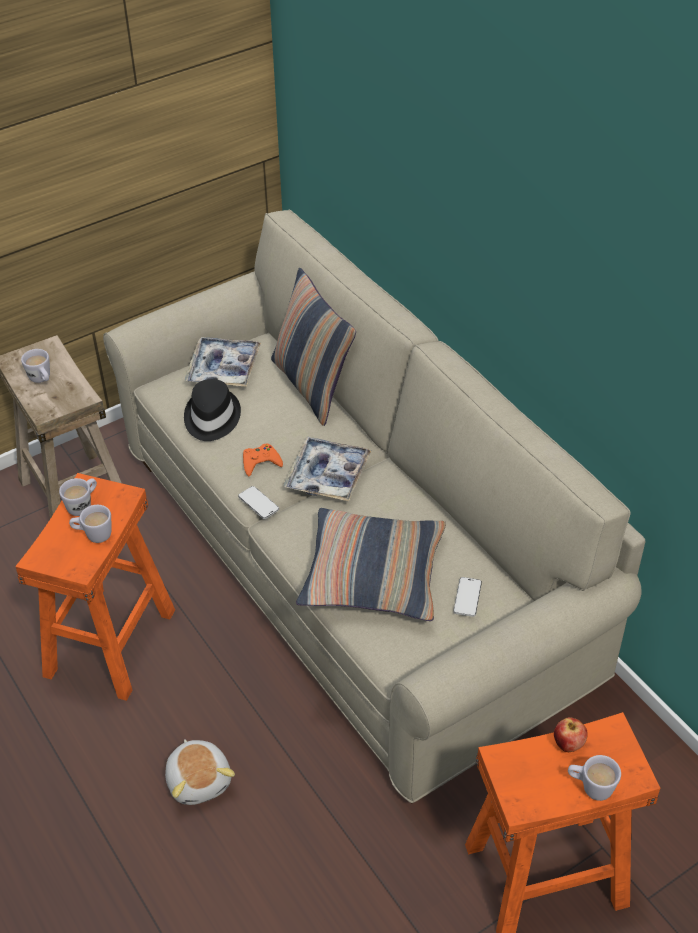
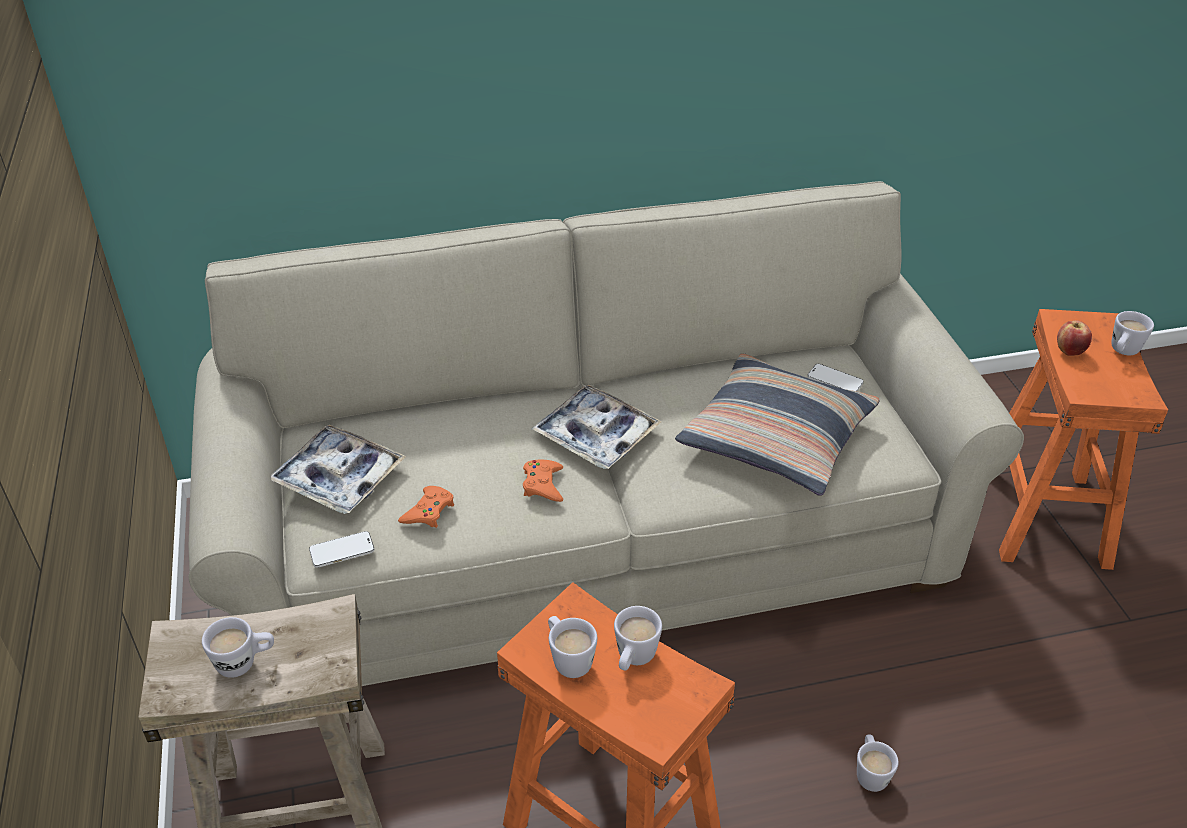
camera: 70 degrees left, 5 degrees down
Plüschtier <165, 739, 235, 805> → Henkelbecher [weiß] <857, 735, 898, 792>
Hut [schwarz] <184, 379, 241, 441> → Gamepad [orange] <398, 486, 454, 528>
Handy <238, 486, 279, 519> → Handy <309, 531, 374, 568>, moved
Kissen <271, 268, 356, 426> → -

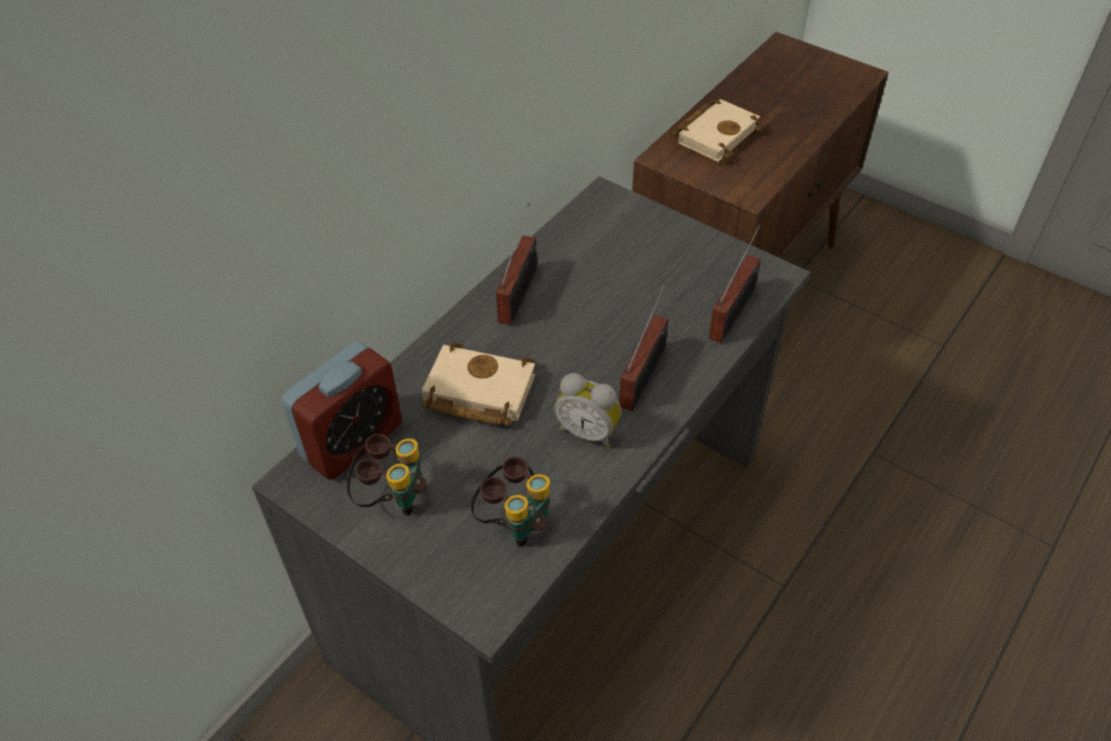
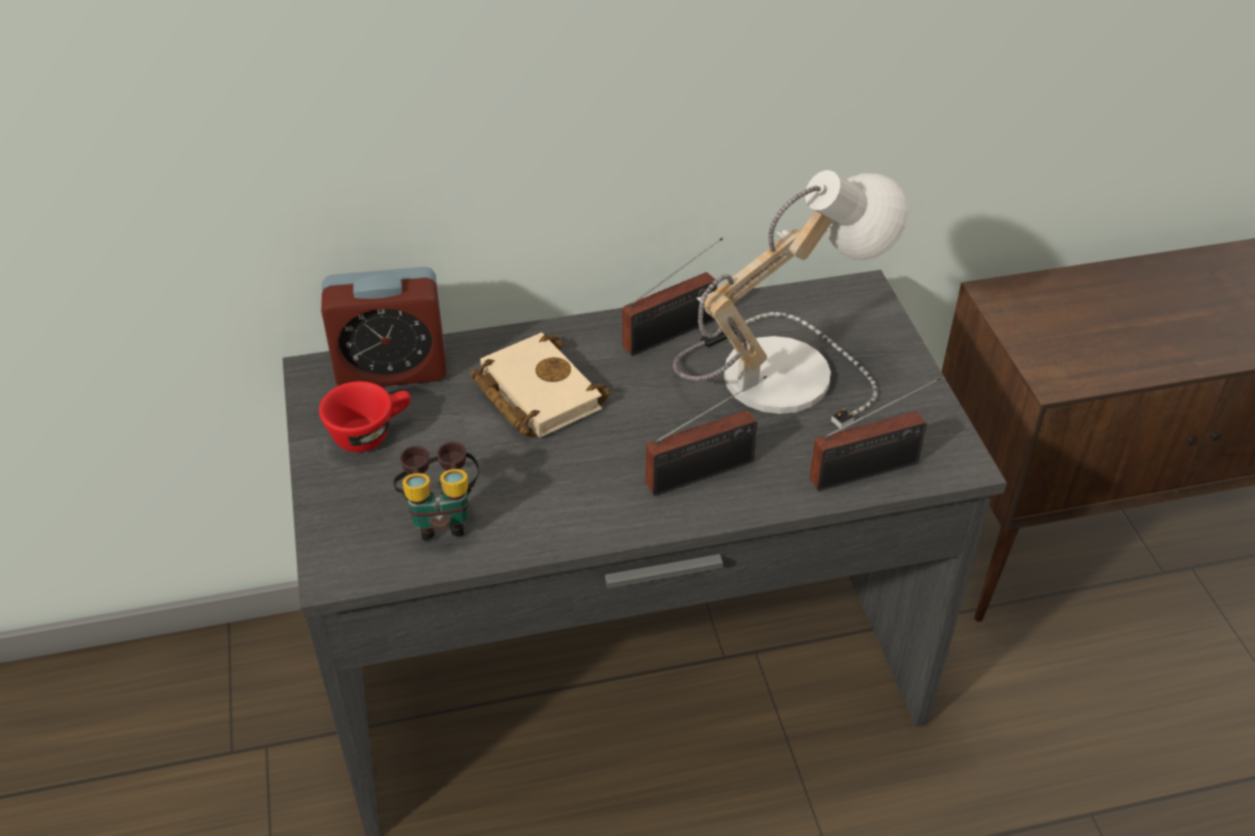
camera: 40 degrees right, 5 degrees down
Fernglas <347, 434, 427, 515> → Tasse [rot] <319, 381, 411, 452>
Wecker <554, 373, 621, 448> → -
Buch [beige] <673, 99, 765, 162> → -
- → Tischlampe <673, 170, 909, 428>

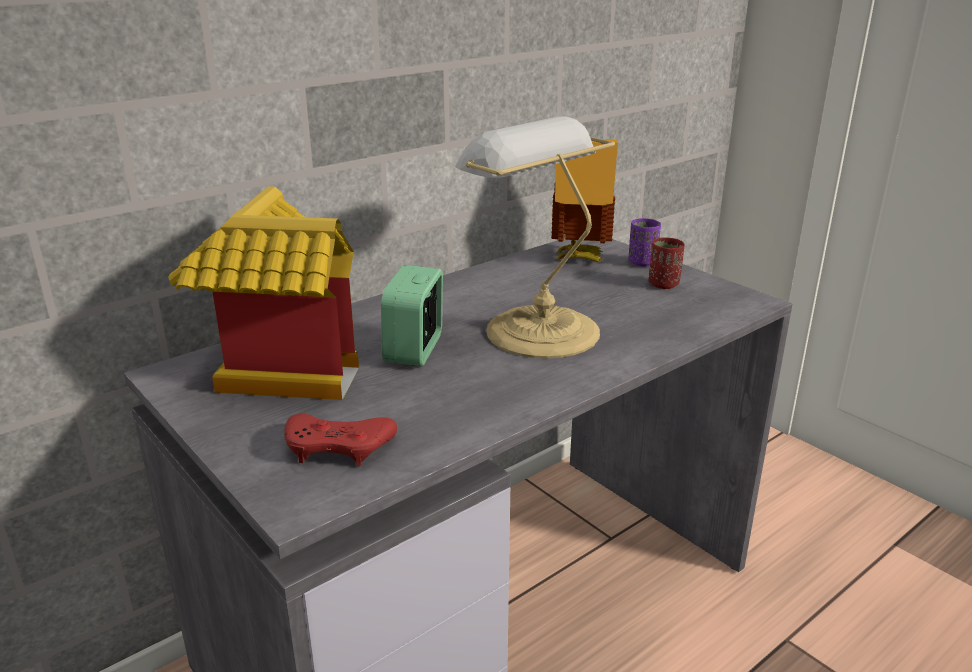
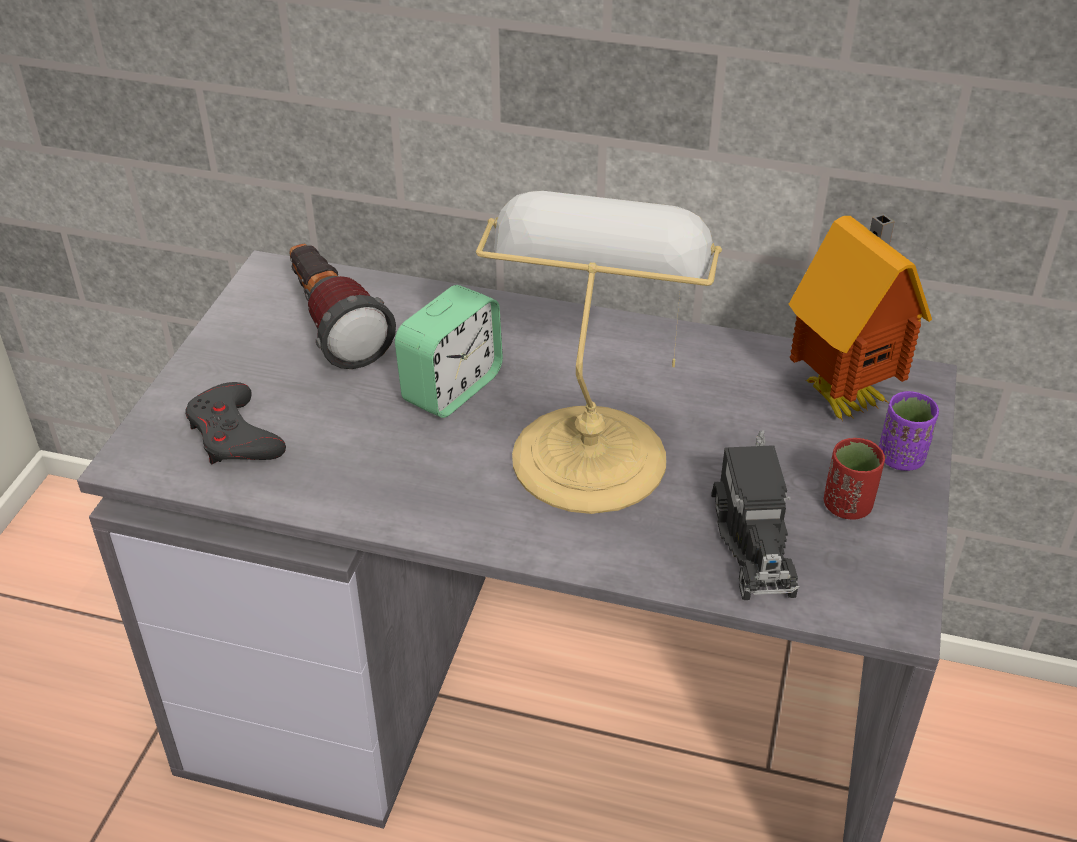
camera: 55 degrees right, 15 degrees up
Spielzeughaus <168, 186, 359, 400> → Taschenlampe <289, 244, 396, 369>
Gamepad [rot] <285, 414, 397, 466> → Gamepad [grau] <185, 382, 286, 464>
Wecker <381, 265, 443, 366> → Wecker <395, 285, 503, 418>, 150 degrees clockwise
- → Spielzeuglaster <711, 430, 799, 600>

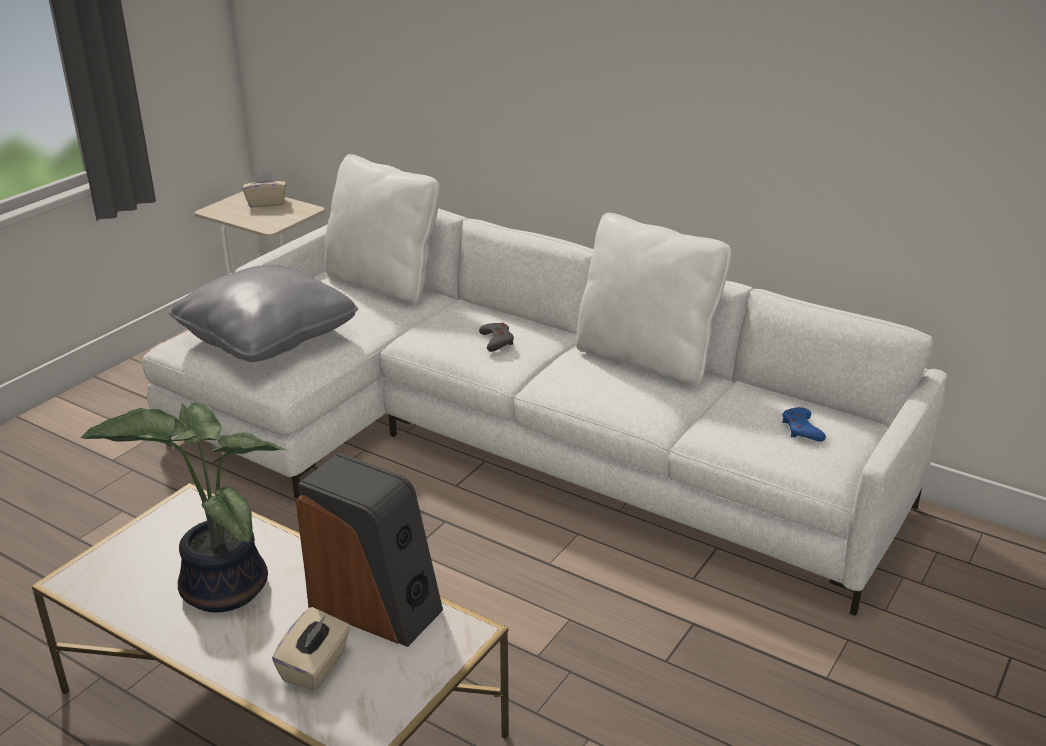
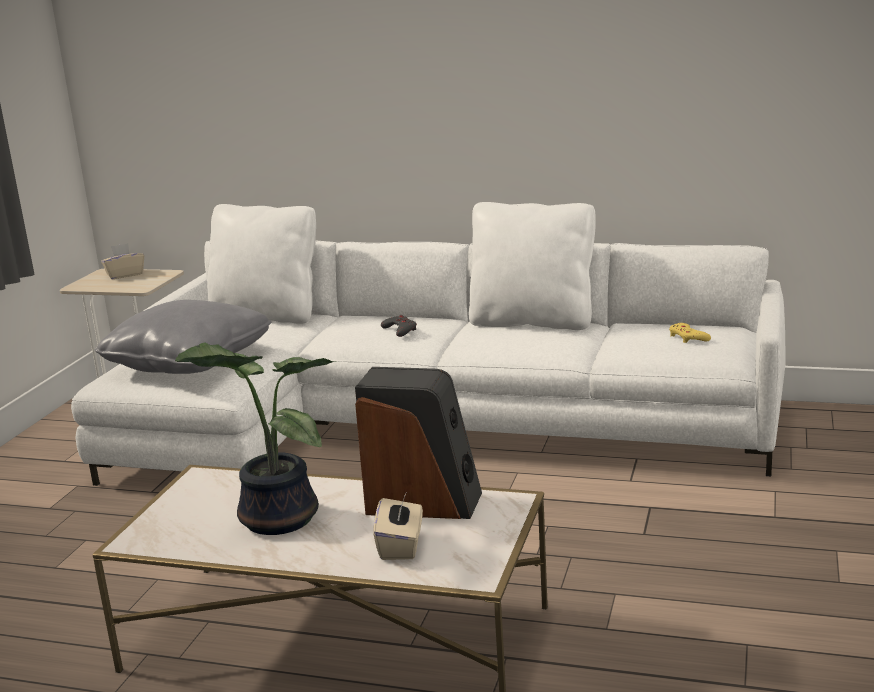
camera: 15 degrees left, 10 degrees down
Gamepad [blau] <782, 407, 826, 442> → Gamepad [gelb] <669, 323, 711, 343>

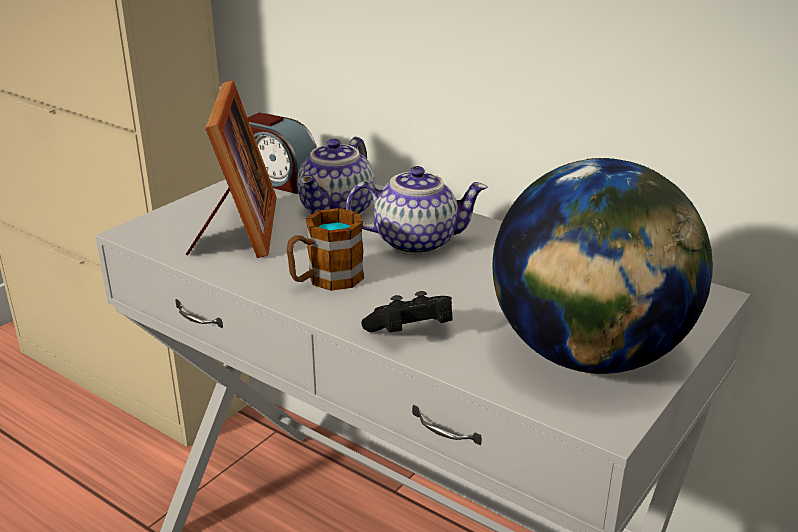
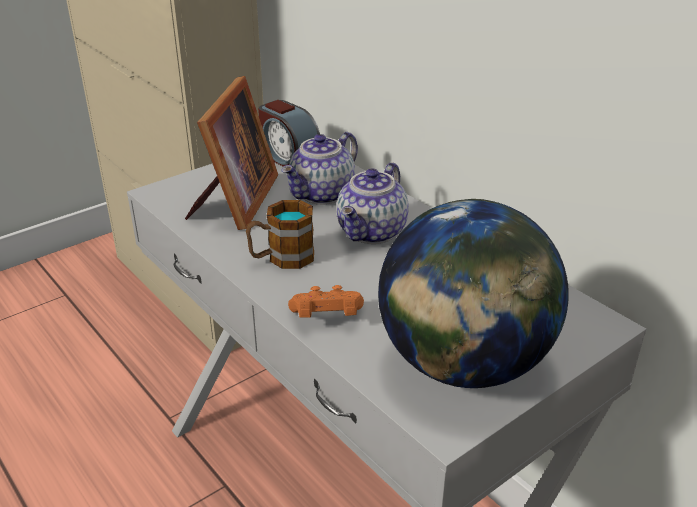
camera: 15 degrees right, 5 degrees up
Teekanne <346, 166, 488, 255> → Teekanne <337, 162, 409, 244>, 105 degrees clockwise
Gamepad [schwarz] <361, 291, 453, 332> → Gamepad [orange] <288, 285, 364, 318>

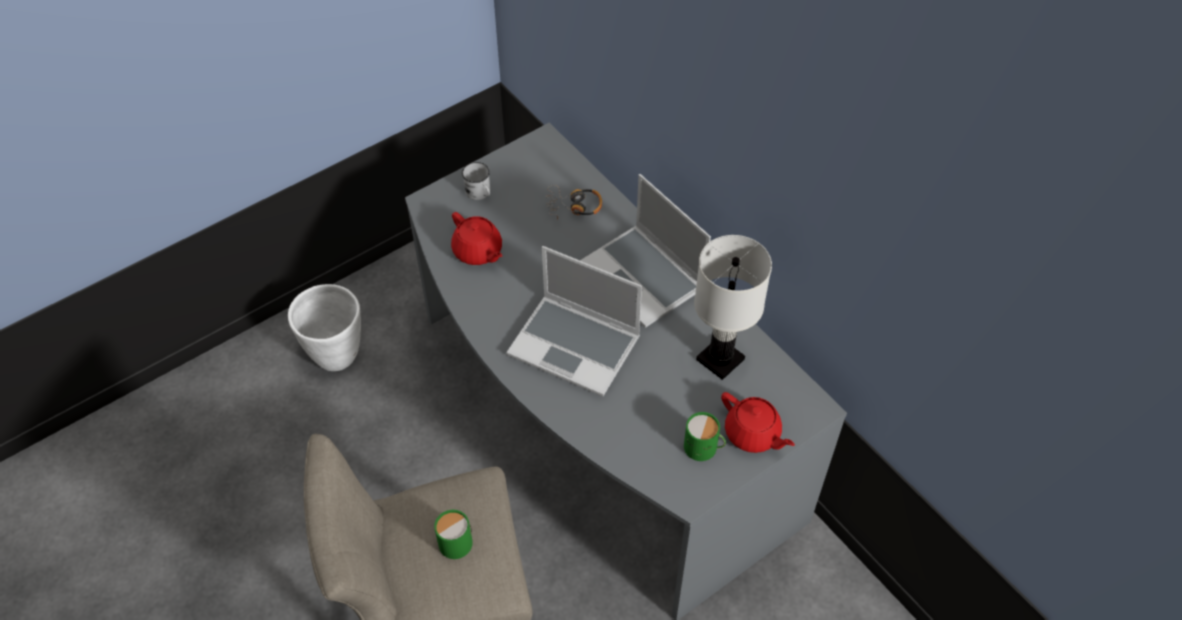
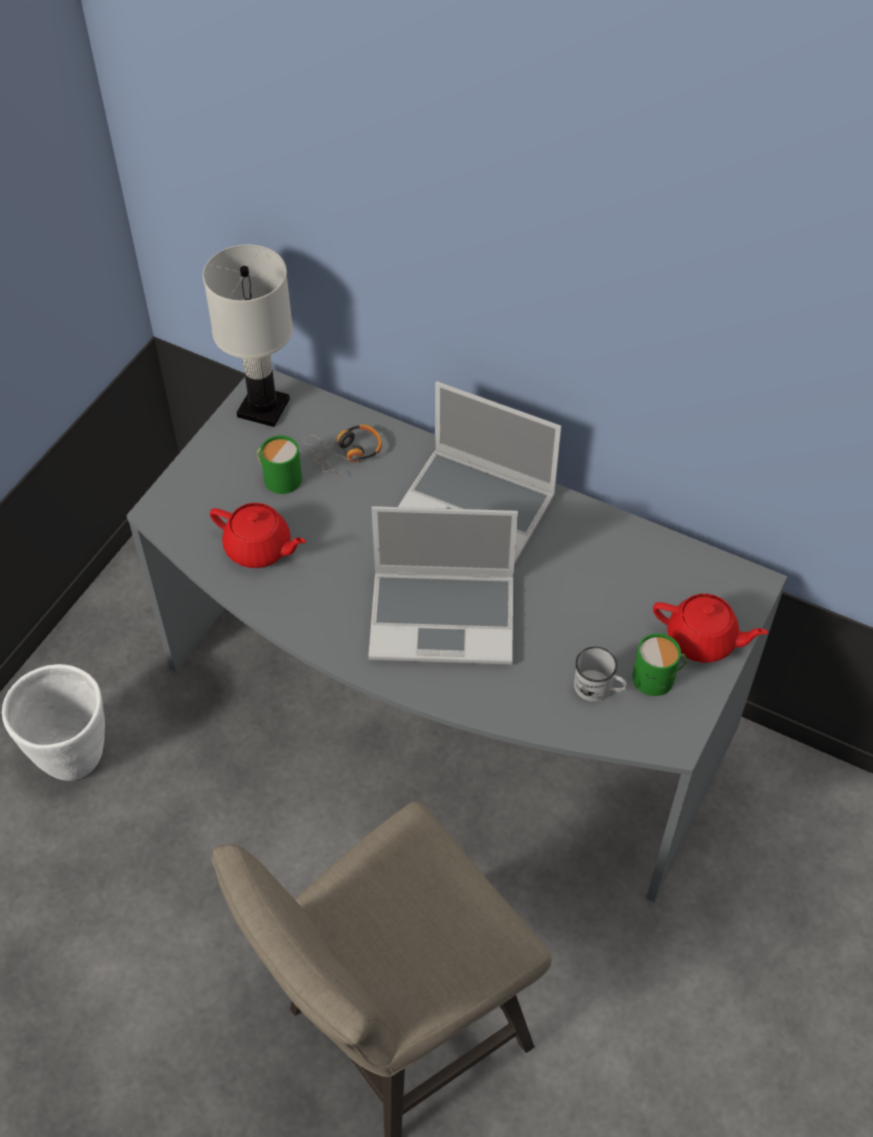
camera: 25 degrees left, 0 degrees up
Henkelbecher [grün] <434, 510, 473, 559> → Henkelbecher [grün] <257, 435, 302, 494>, moved
Henkelbecher [weiß] <462, 162, 490, 200> → Henkelbecher [weiß] <574, 647, 627, 702>, moved
Tischlampe [weiß] <694, 235, 772, 380> → Tischlampe [weiß] <203, 245, 293, 427>, moved

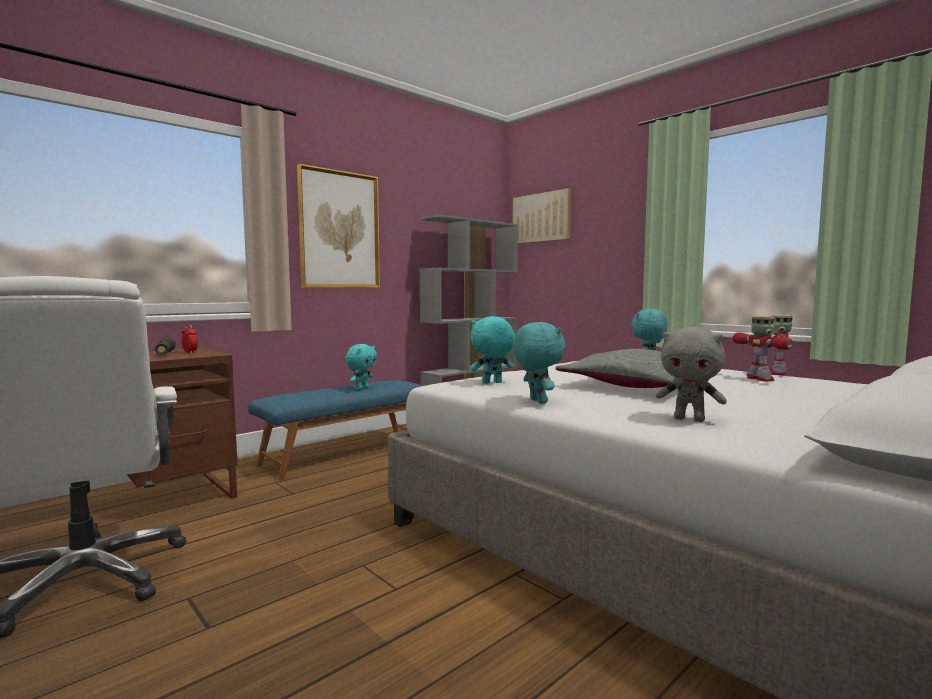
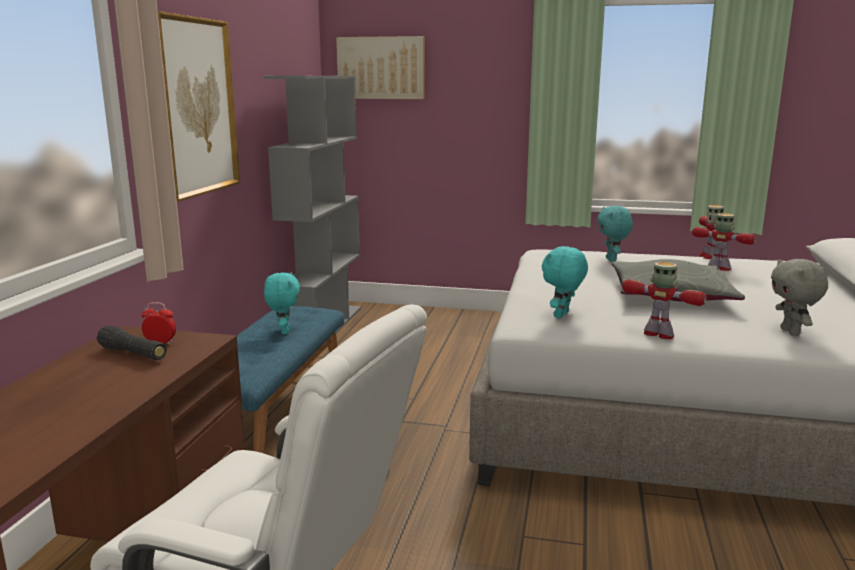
camera: 35 degrees left, 10 degrees up
Plüschtier [türkis] <512, 322, 565, 404> → Spielzeugroboter <622, 262, 707, 339>
Plüschtier [grau] <656, 327, 727, 422> → Plüschtier [grau] <771, 259, 828, 336>, 90 degrees clockwise

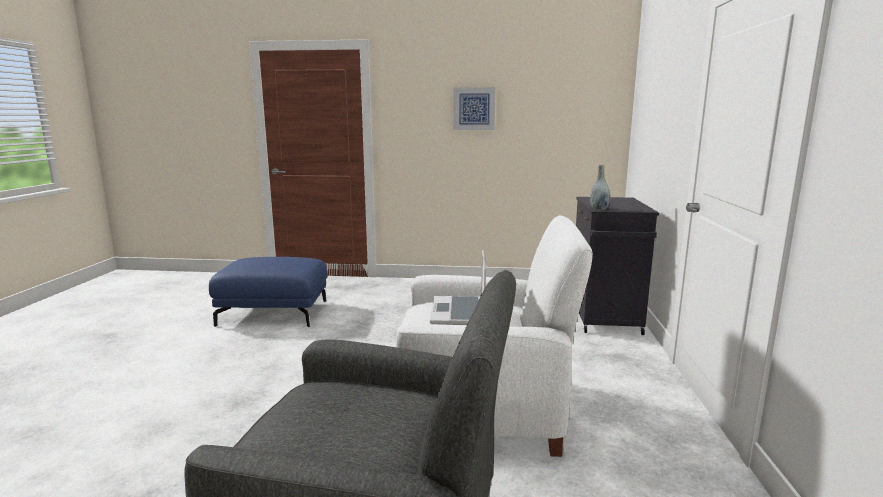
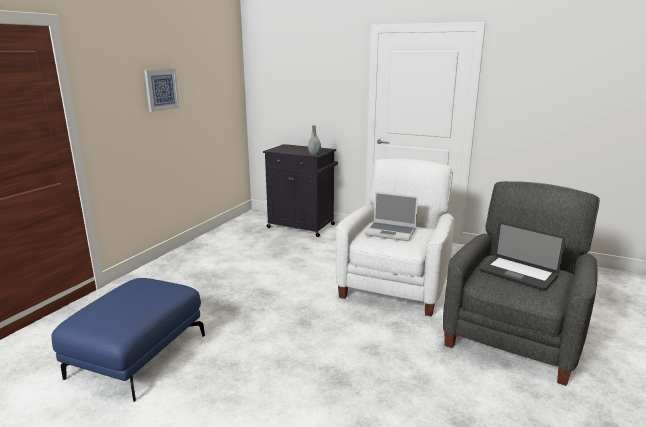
camera: 70 degrees left, 5 degrees up
- → Laptop <479, 222, 565, 291>

